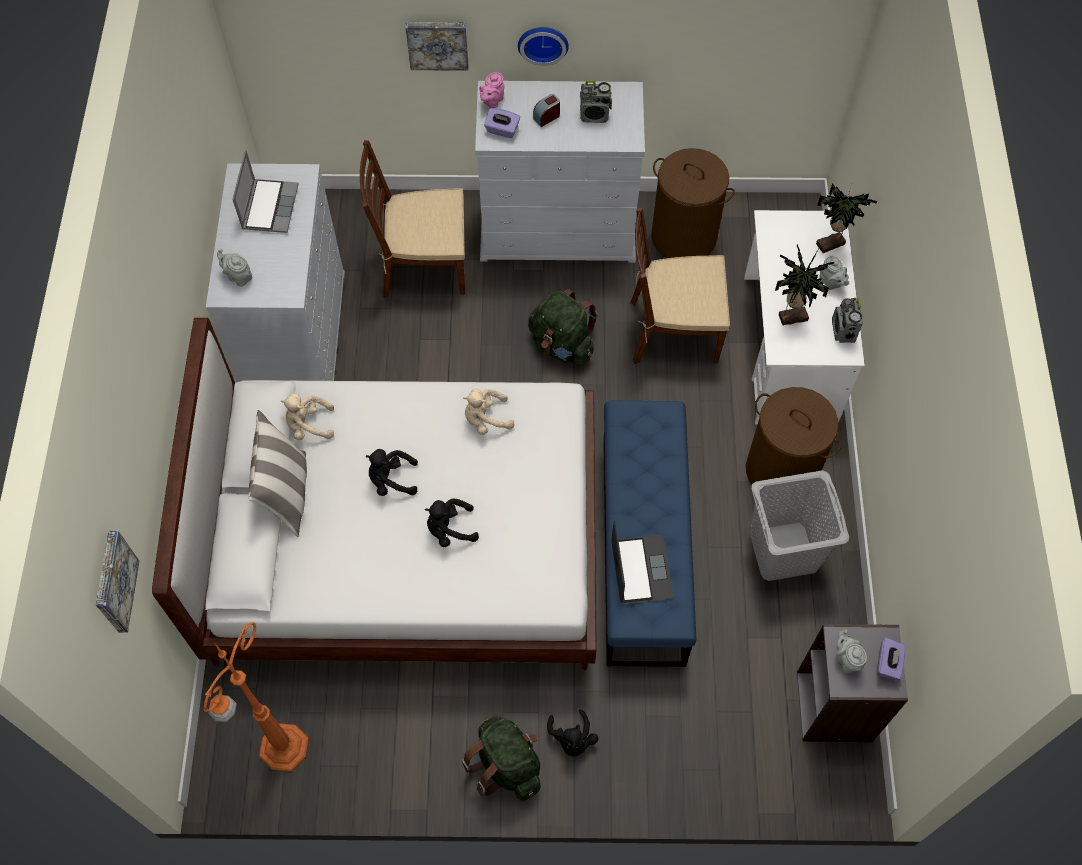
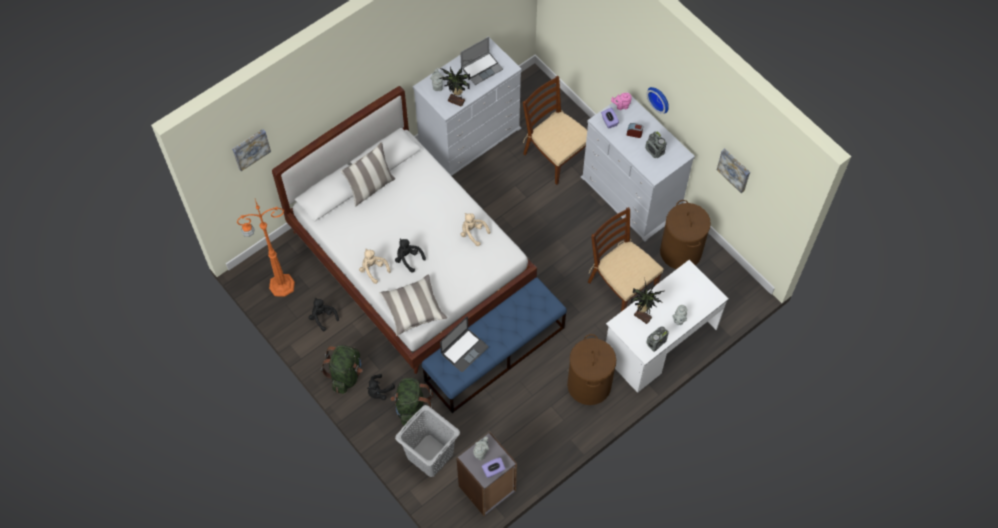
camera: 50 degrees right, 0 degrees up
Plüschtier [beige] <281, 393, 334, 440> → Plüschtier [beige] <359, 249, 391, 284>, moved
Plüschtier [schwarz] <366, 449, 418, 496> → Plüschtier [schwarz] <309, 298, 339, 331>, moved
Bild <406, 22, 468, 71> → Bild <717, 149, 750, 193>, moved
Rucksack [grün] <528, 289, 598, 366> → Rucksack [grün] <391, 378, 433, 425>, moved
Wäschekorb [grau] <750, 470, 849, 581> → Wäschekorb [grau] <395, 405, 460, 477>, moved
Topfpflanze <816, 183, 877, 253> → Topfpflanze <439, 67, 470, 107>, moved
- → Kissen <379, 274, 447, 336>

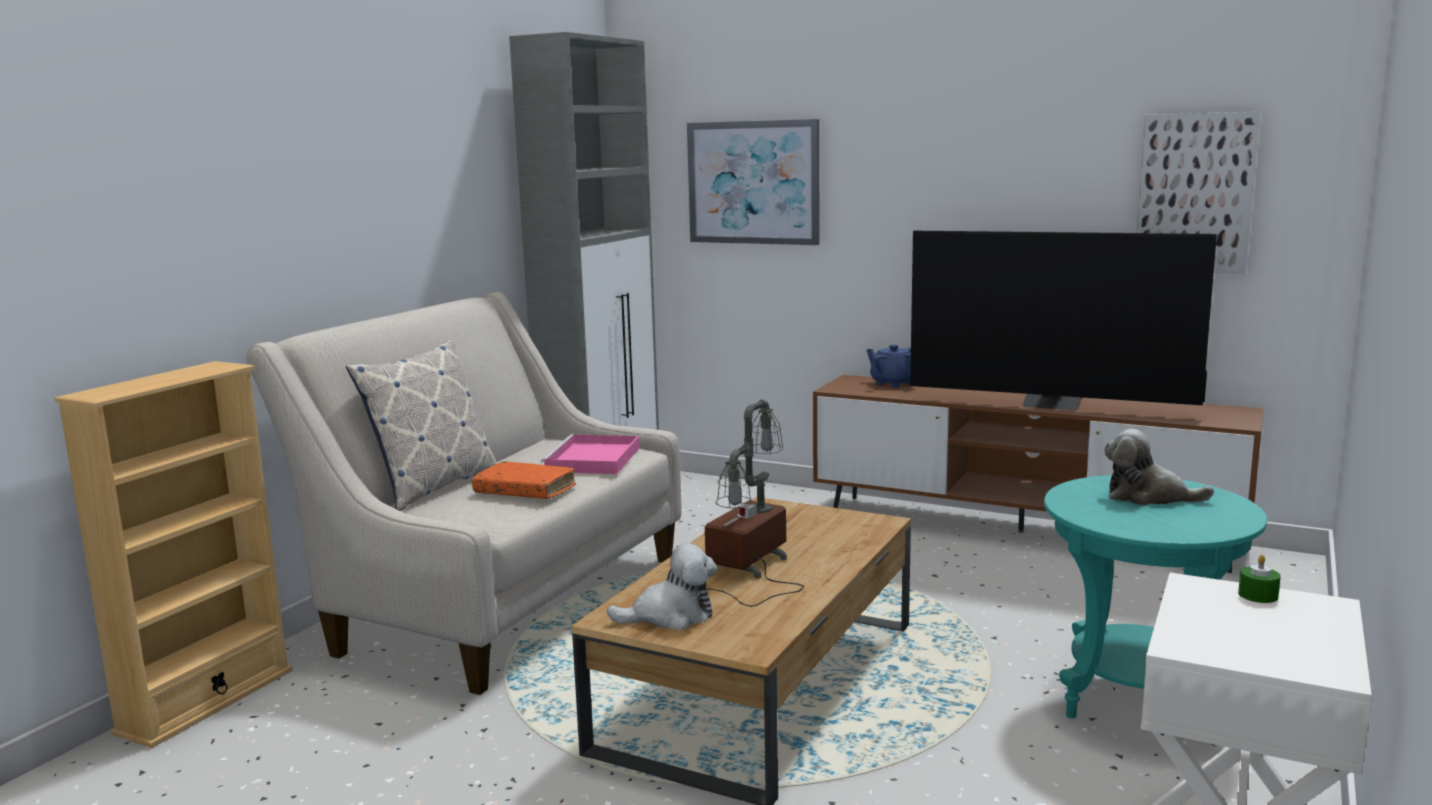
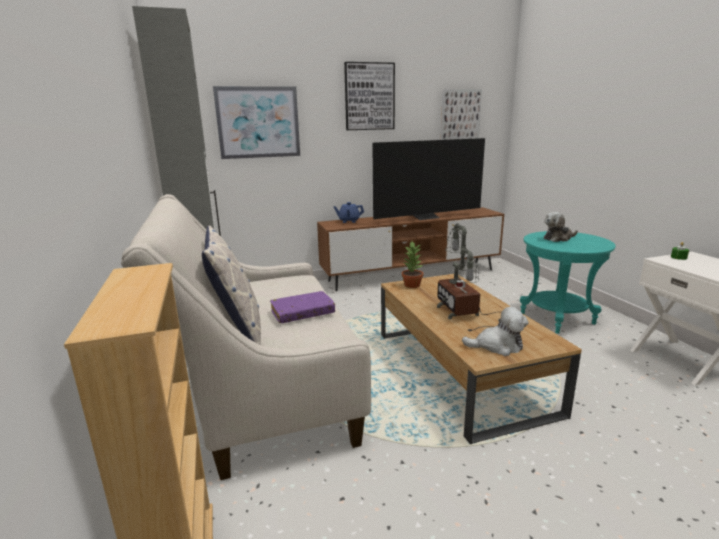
camera: 45 degrees left, 5 degrees up
Buch [orange] <472, 461, 576, 499> → Buch [lila] <270, 291, 335, 323>
Tablett [rosa] <541, 434, 640, 474> → -
Plüschtier <607, 543, 717, 630> → Plüschtier <462, 307, 529, 356>, 60 degrees clockwise
- → Bild <344, 62, 395, 130>
- → Topfpflanze <402, 242, 423, 288>

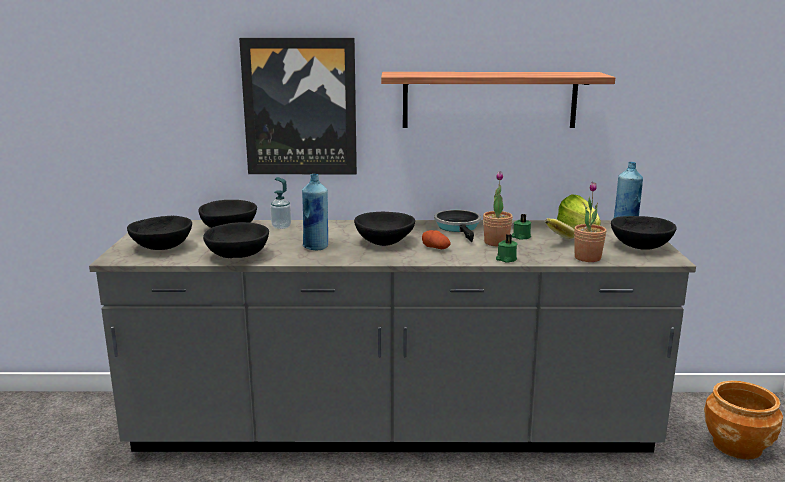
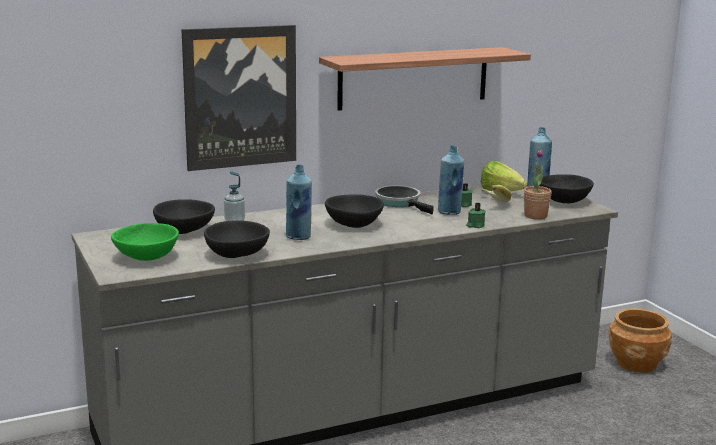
camera: 25 degrees left, 0 degrees up
Schüssel [schwarz] <127, 216, 192, 250> → Schüssel [grün] <111, 223, 179, 261>
Kartoffel <422, 230, 451, 249> → -
Topfpflanze <483, 171, 513, 247> → Flasche [blau] <438, 145, 464, 215>

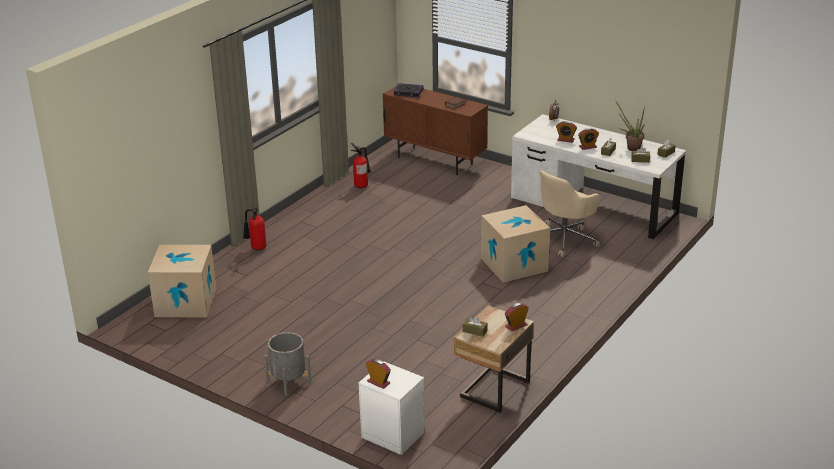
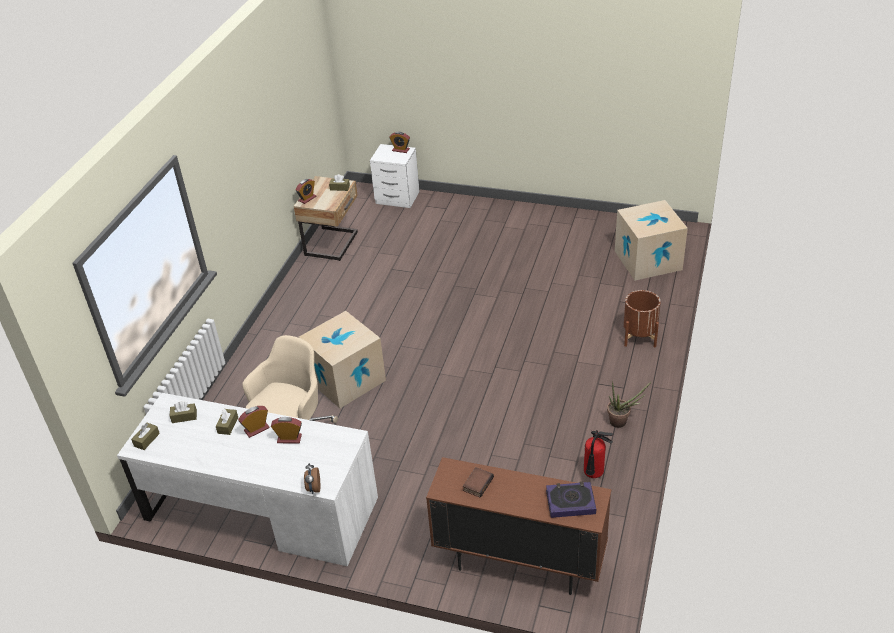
camera: 165 degrees right, 10 degrees up
Feuerlöscher <243, 207, 266, 250> → Pflanzkübel [braun] <624, 290, 661, 347>
Pflanzkübel [grau] <264, 332, 311, 396> → -
Topfpflanze <616, 101, 645, 151> → Topfpflanze <607, 381, 652, 428>, moved

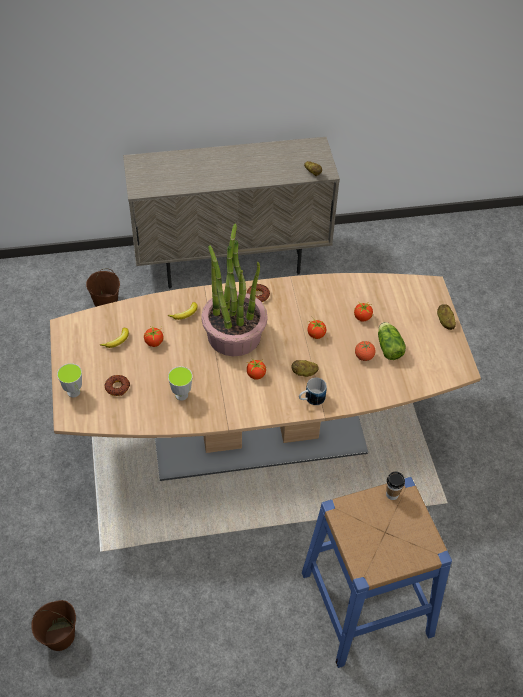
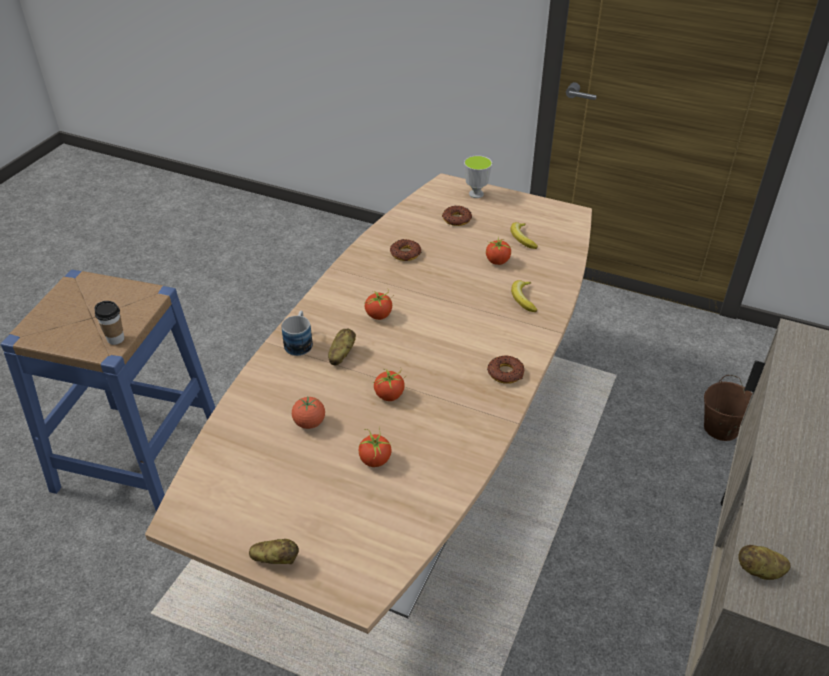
camera: 125 degrees right, 10 degrees down
Eimer [braun] <31, 600, 76, 651> → -
Tasse <168, 367, 193, 401> → Donut <390, 239, 422, 261>
Topfpflanze <201, 223, 268, 356> → -
Salatkopf <378, 322, 406, 360> → -

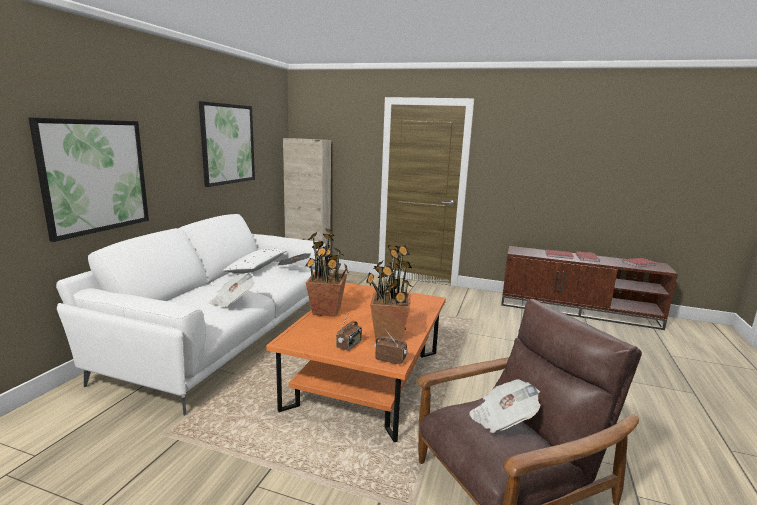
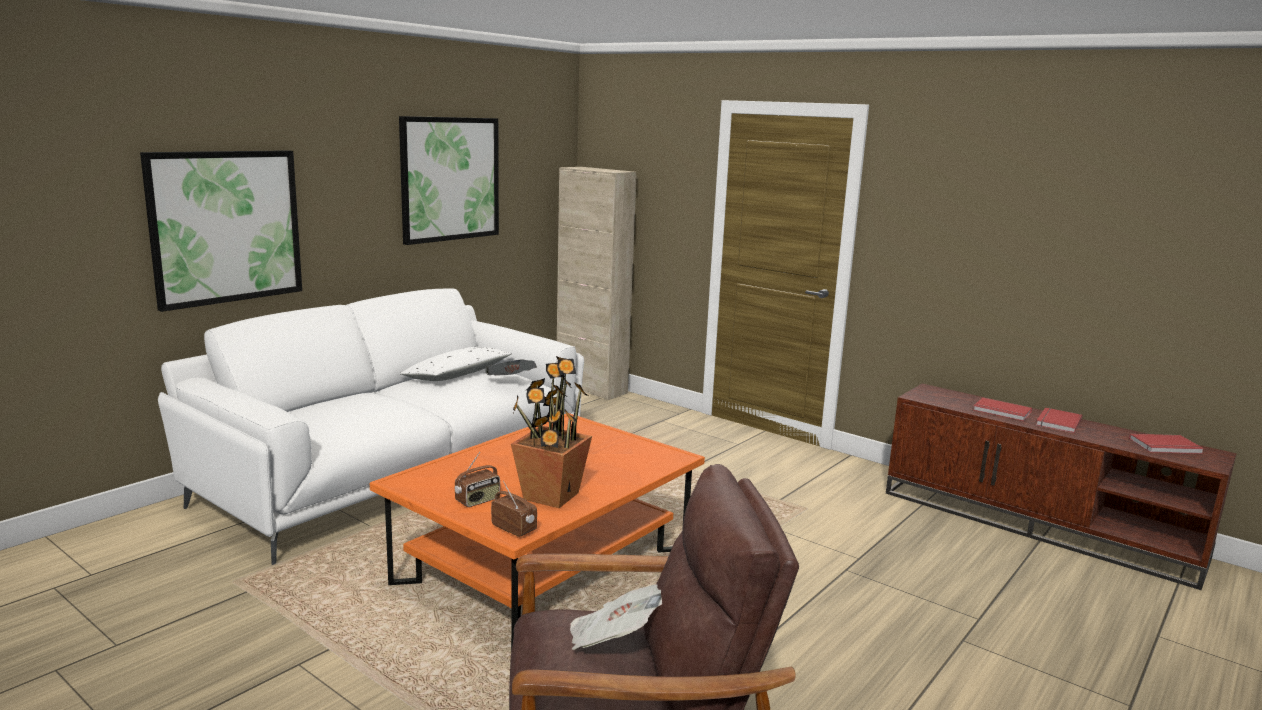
camera: 20 degrees right, 0 degrees up
Zeitung <209, 273, 254, 307> → -
Topfpflanze <305, 228, 349, 317> → -

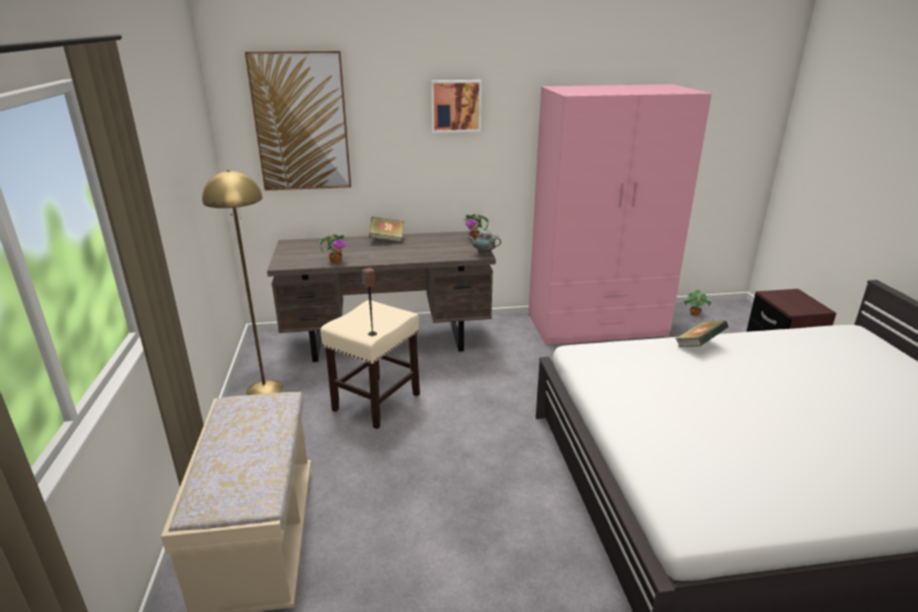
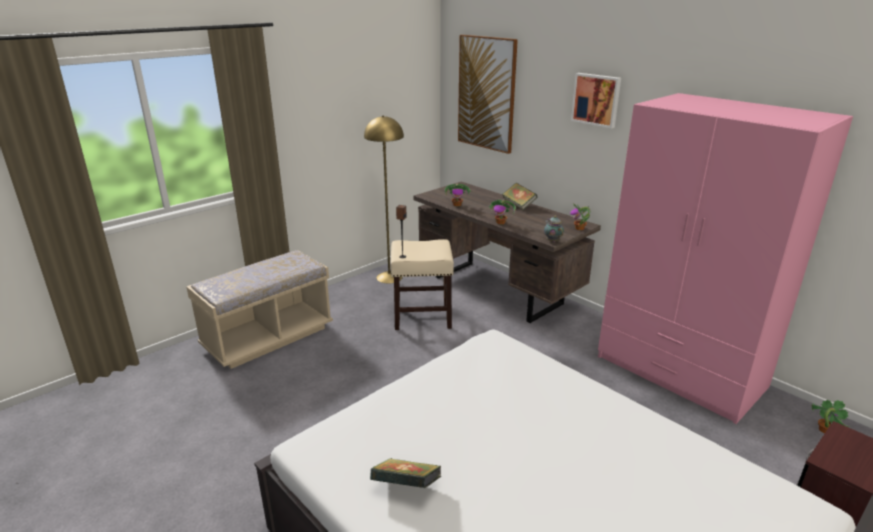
camera: 55 degrees right, 0 degrees up
Buch <676, 320, 729, 347> → Buch <370, 458, 441, 488>, moved
- → Topfpflanze <488, 200, 516, 224>

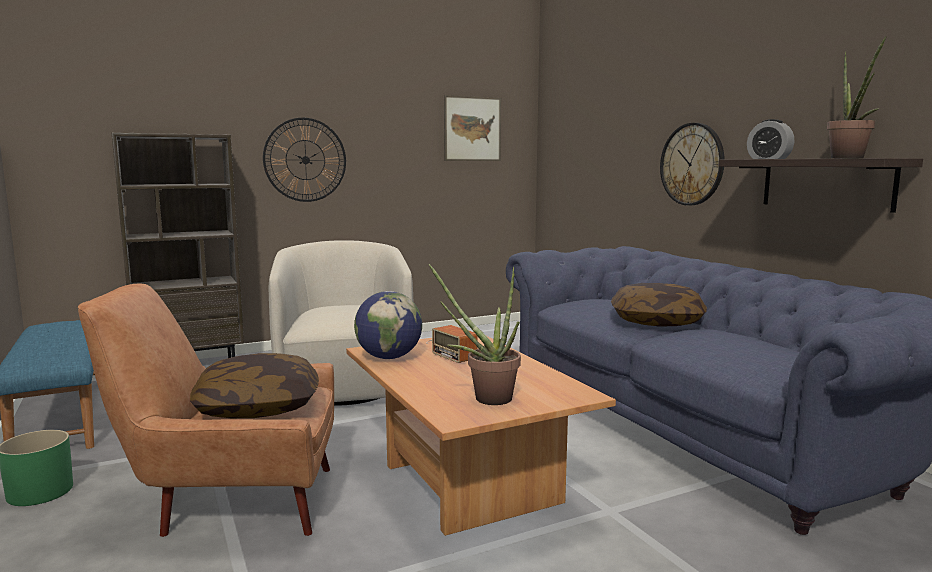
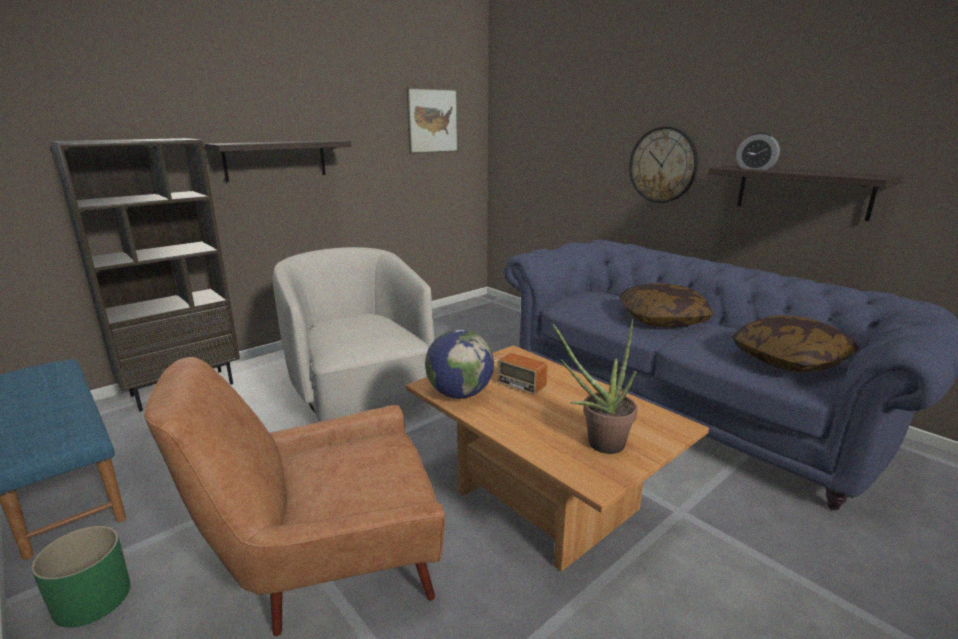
camera: 15 degrees left, 10 degrees up
Kissen <190, 353, 319, 418> → Kissen <732, 315, 859, 372>, moved
Wanduhr <263, 118, 346, 202> → Wandregal <205, 140, 352, 182>
Topfpflanze <827, 36, 887, 159> → -

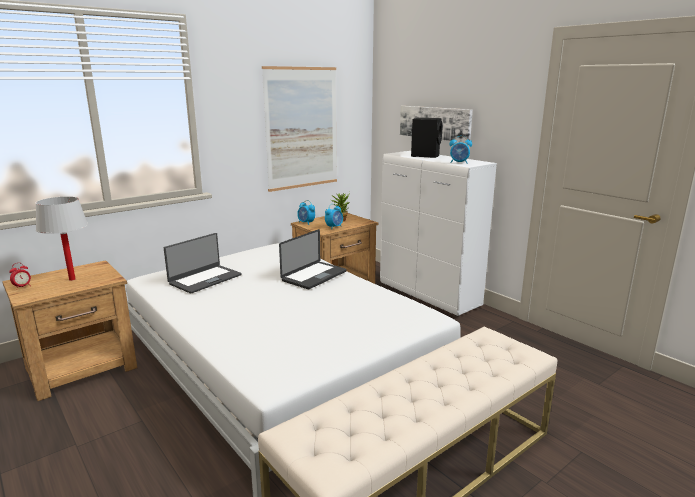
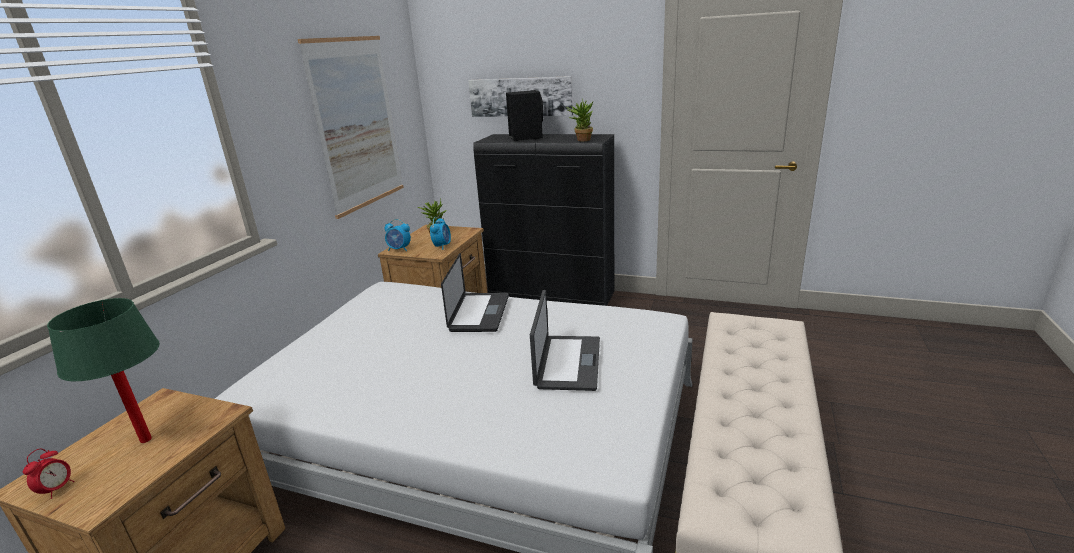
camera: 30 degrees left, 5 degrees up
Tischlampe [weiß] <36, 196, 88, 281> → Tischlampe [grün] <47, 298, 160, 443>
Laptop <164, 233, 242, 294> → Laptop <530, 290, 600, 391>, moved
Schrank [weiß] <380, 151, 497, 316> → Schrank [schwarz] <473, 134, 614, 306>
Wecker <449, 136, 472, 164> → Topfpflanze <566, 99, 593, 141>

